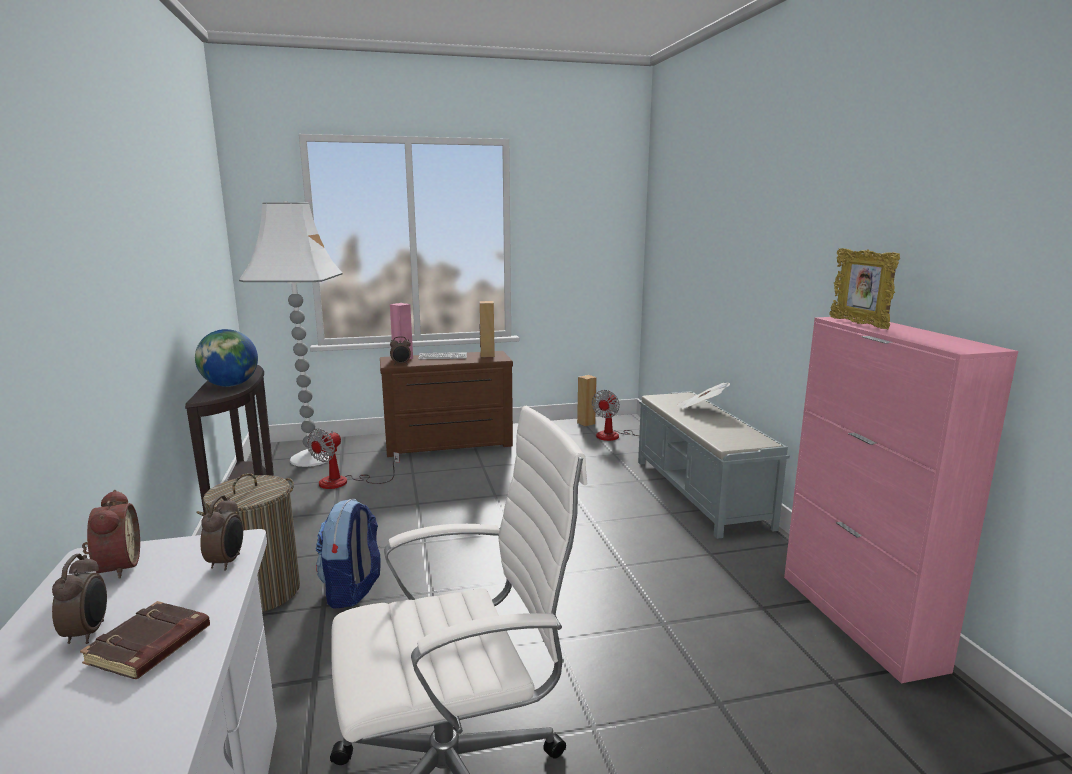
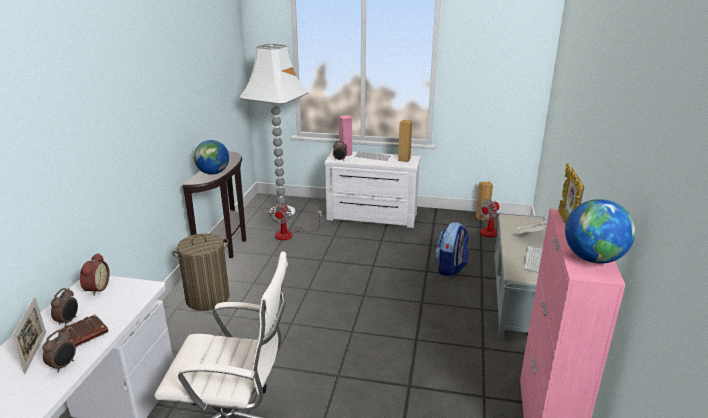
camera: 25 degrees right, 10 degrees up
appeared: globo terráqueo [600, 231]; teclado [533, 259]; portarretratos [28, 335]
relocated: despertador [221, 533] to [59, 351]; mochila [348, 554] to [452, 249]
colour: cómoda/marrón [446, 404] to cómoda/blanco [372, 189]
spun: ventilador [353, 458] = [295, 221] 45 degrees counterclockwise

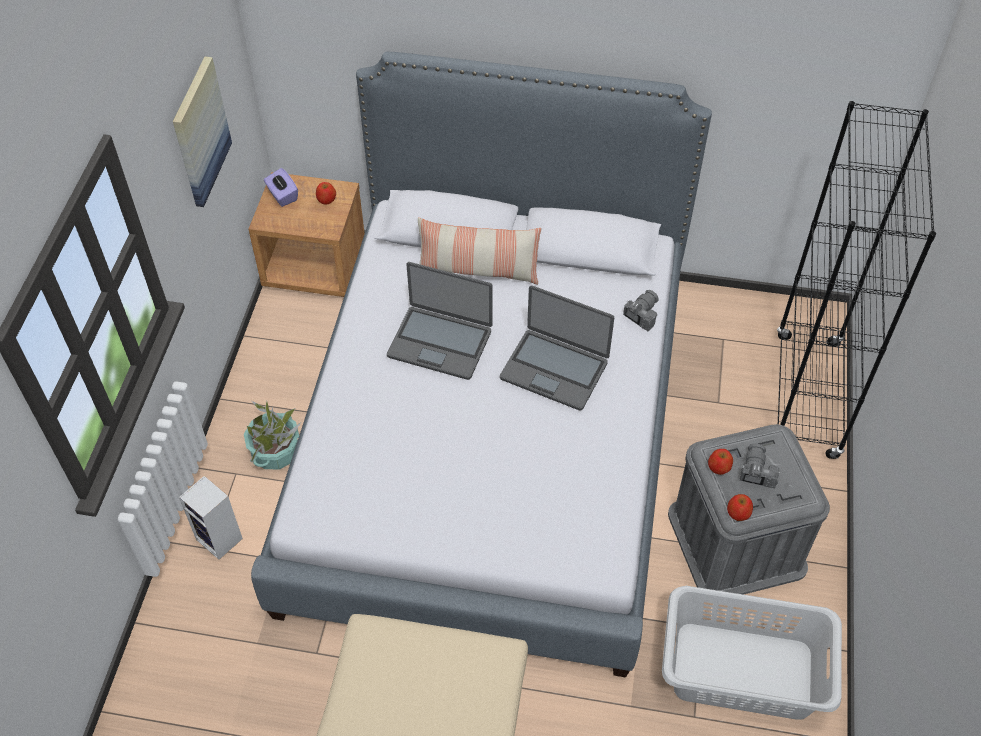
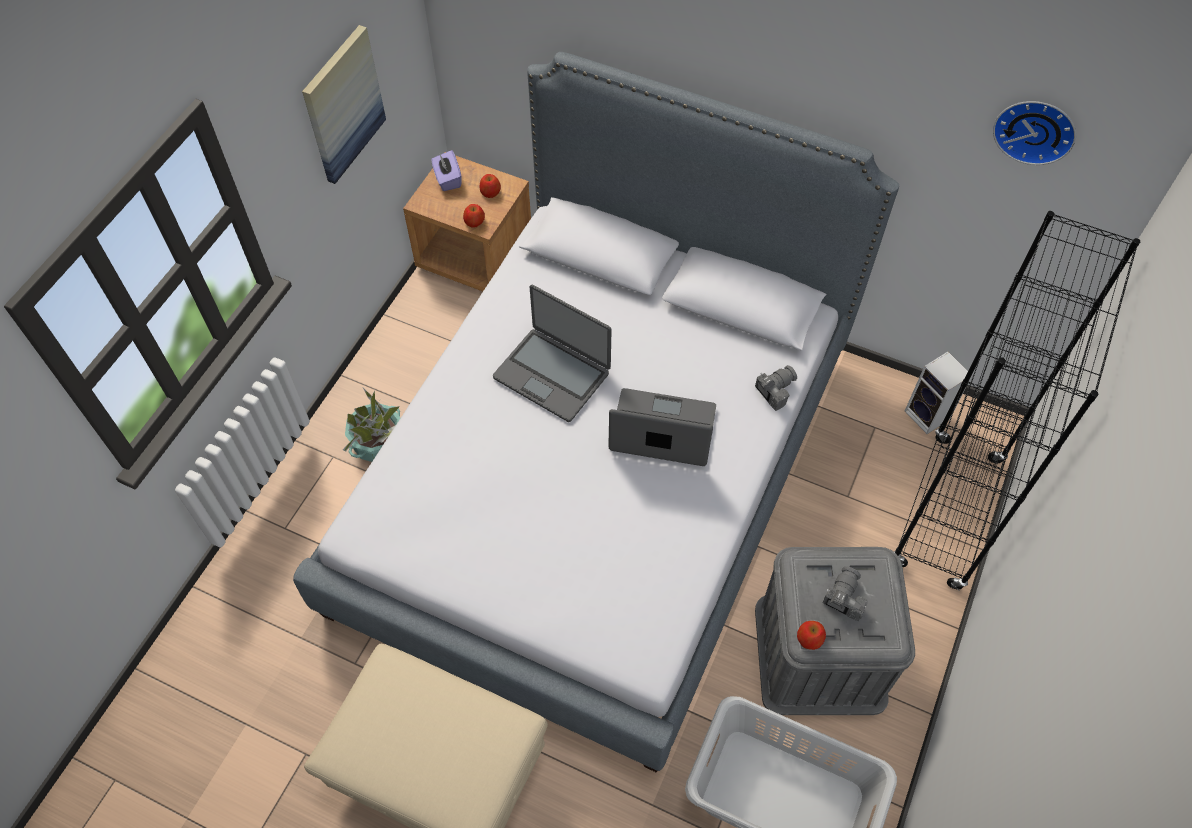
camera: 15 degrees right, 5 degrees up
missing: cojín [480, 251]
appeared: reloj de pared [1034, 133]
relocated: manzana [720, 462] to [474, 216]; altavoz [211, 518] to [938, 393]
spun: portátil [557, 348] = [662, 427] 150 degrees clockwise

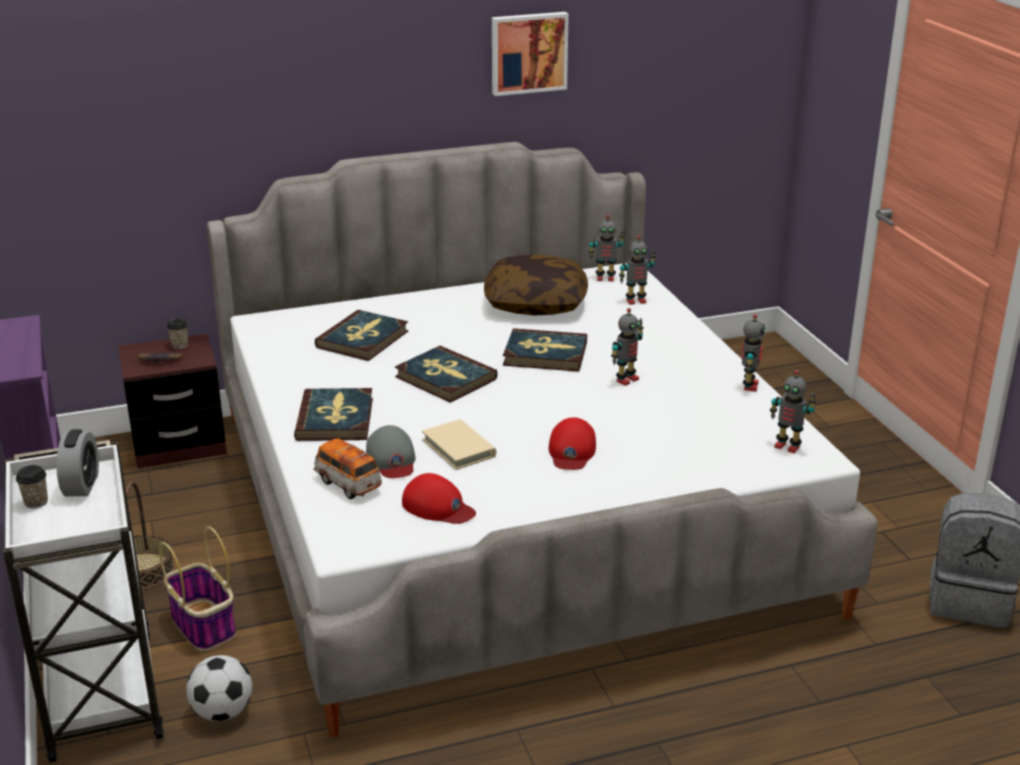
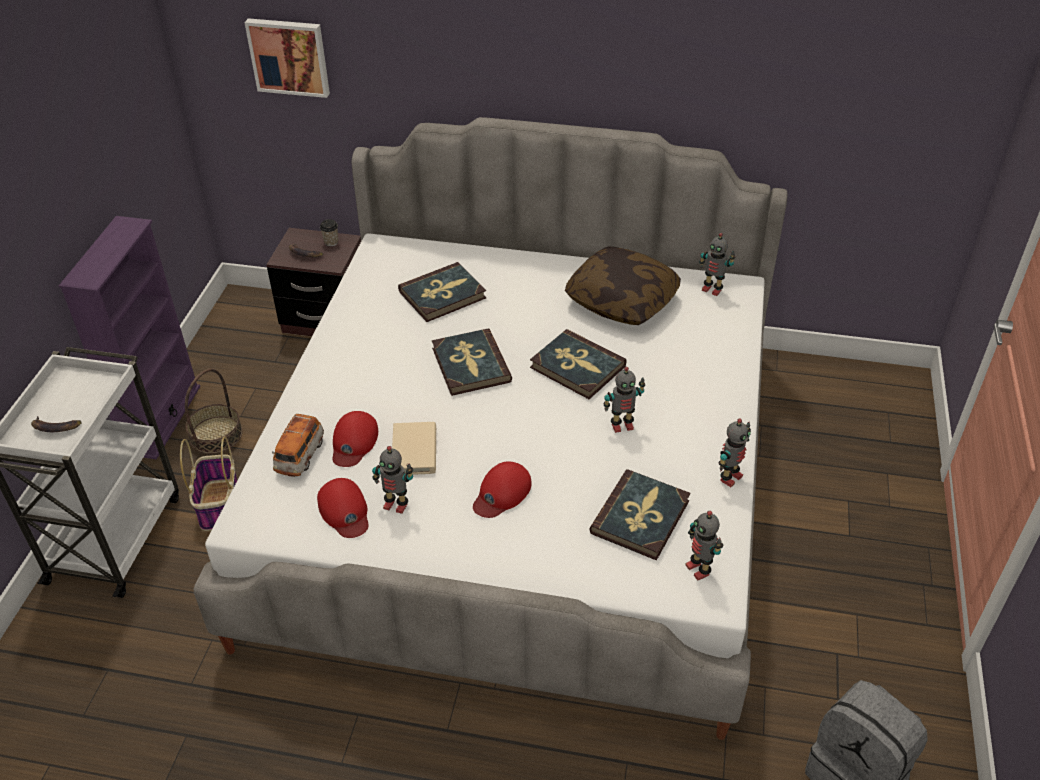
camera: 30 degrees right, 15 degrees up
missing: despertador [78, 462]; taza [32, 486]; balón de fútbol [219, 688]
appeared: plátano [56, 424]
relocated: cuadro [530, 54] to [287, 58]; robot de juguete [637, 270] to [392, 480]; libro [333, 414] to [639, 514]
colour: gorra/gris [390, 451] to gorra/rojo [355, 439]
spun: coche de juguete [348, 468] = [298, 445] 150 degrees counterclockwise

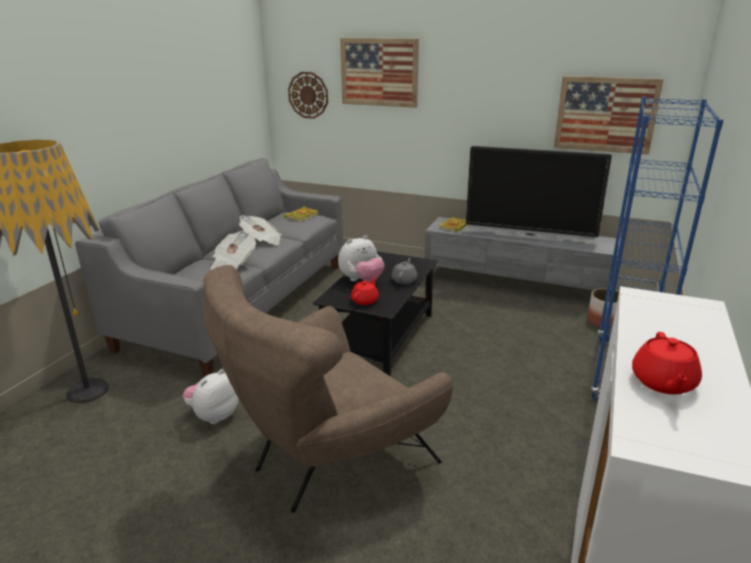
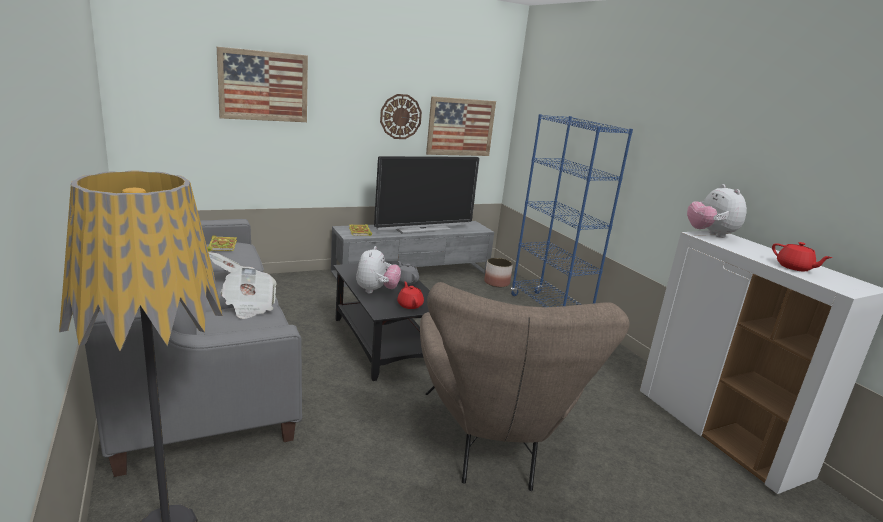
camera: 50 degrees left, 5 degrees down
relocated: reloj de pared [308, 95] to [401, 116]; peluche [210, 396] to [717, 211]

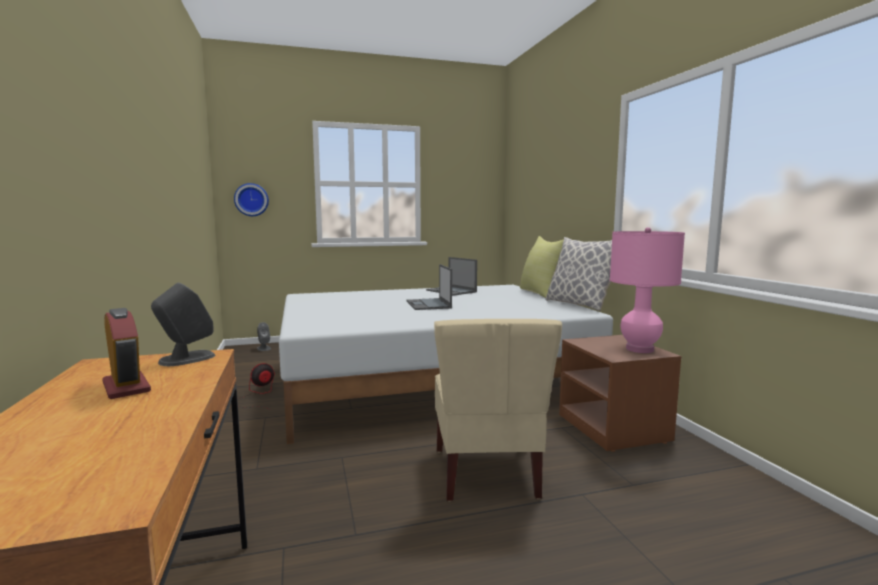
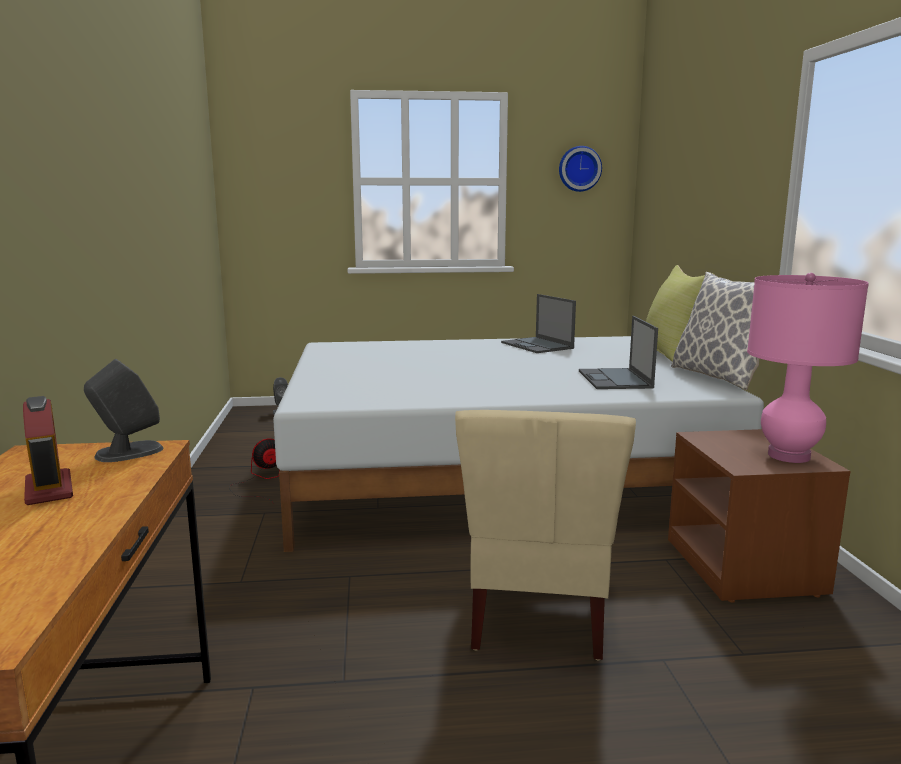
camera: 10 degrees right, 5 degrees up
relocated: reloj de pared [251, 199] to [580, 169]; portátil [429, 287] to [618, 352]

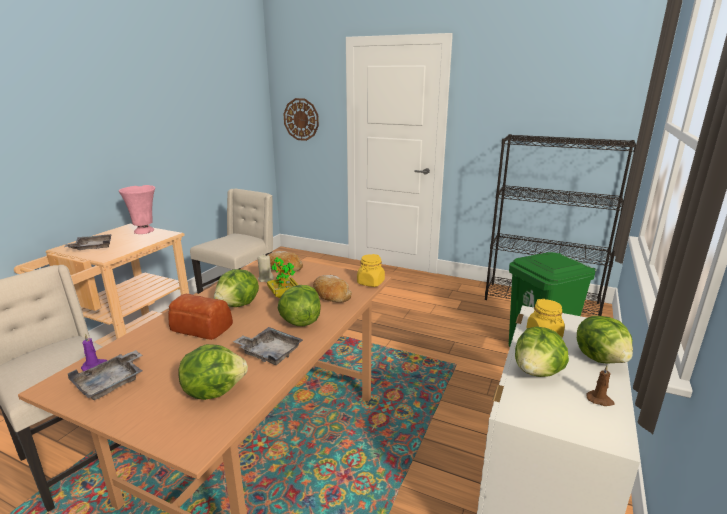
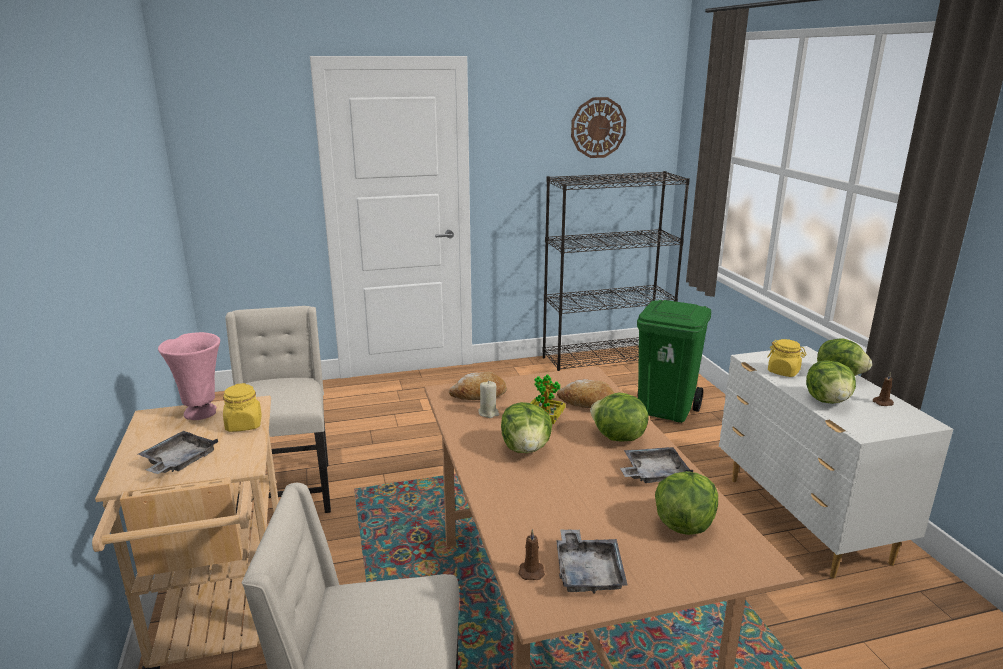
camera: 40 degrees left, 0 degrees up
missing: pan [200, 317]
relocated: reloj de pared [301, 119] to [598, 127]; tarro/amarillo [371, 270] to [242, 407]
colour: vela/morado [94, 352] to vela/marrón [531, 554]

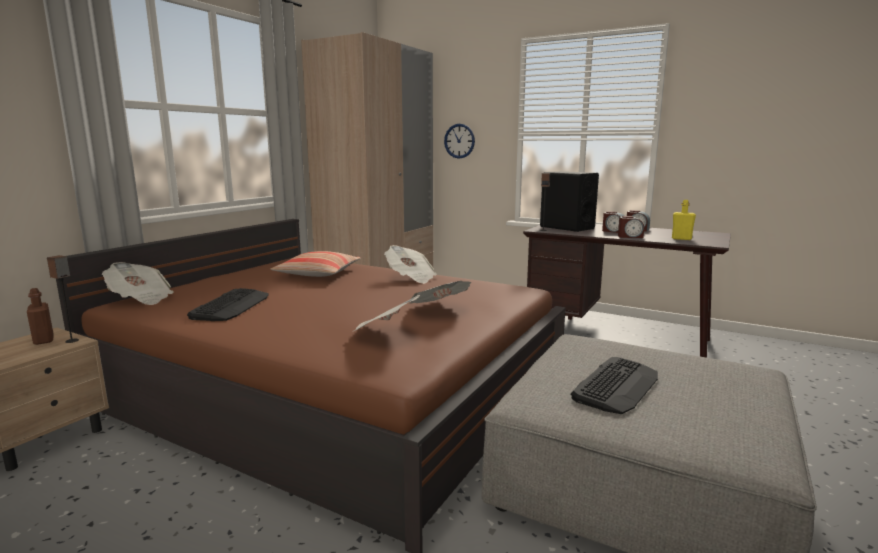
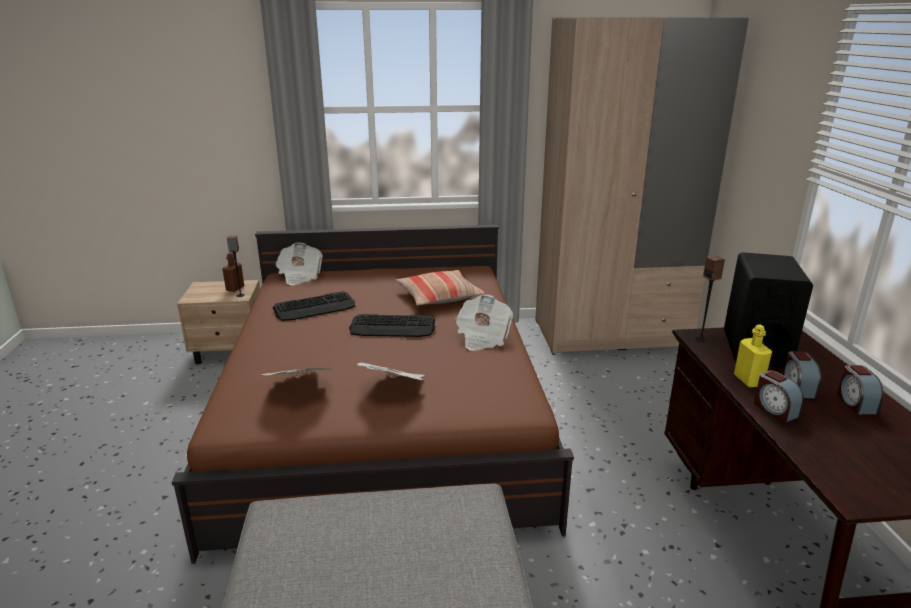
camera: 55 degrees right, 10 degrees up
missing: reloj de pared [459, 141]
relocated: botella/amarillo [684, 220] to [753, 356]; teclado [614, 385] to [392, 325]

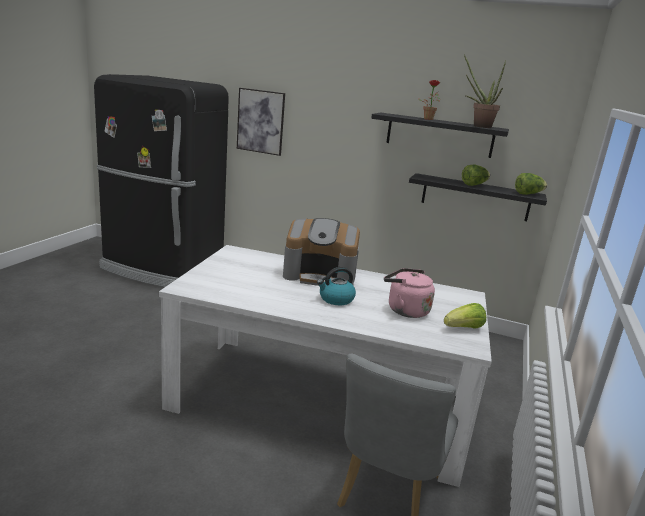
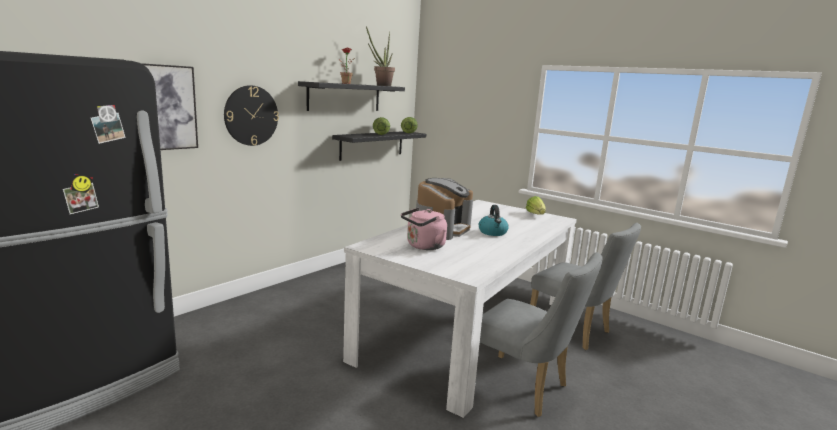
camera: 70 degrees left, 5 degrees down
appeared: reloj de pared [251, 115]; silla/gris [541, 334]
relocated: hervidor/rosa [409, 293] to [424, 228]

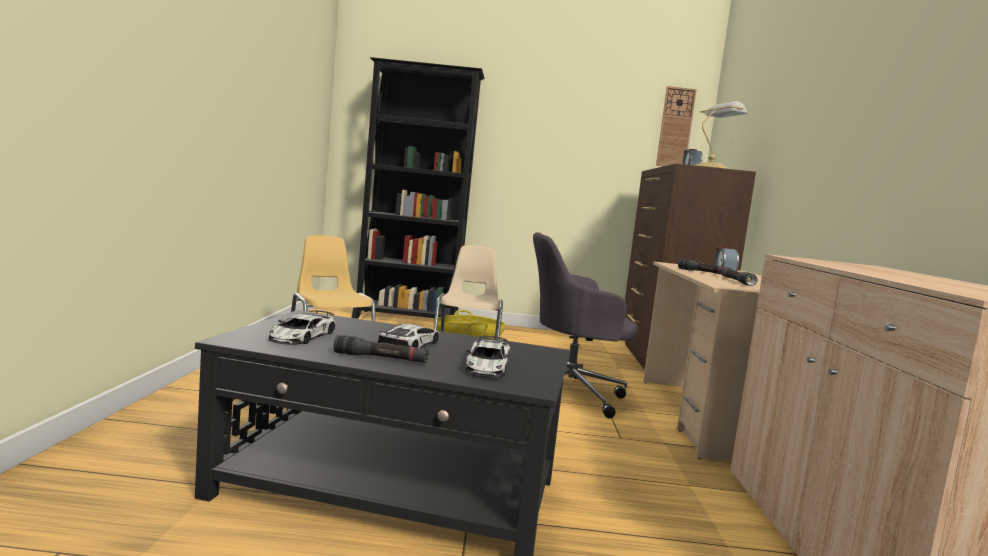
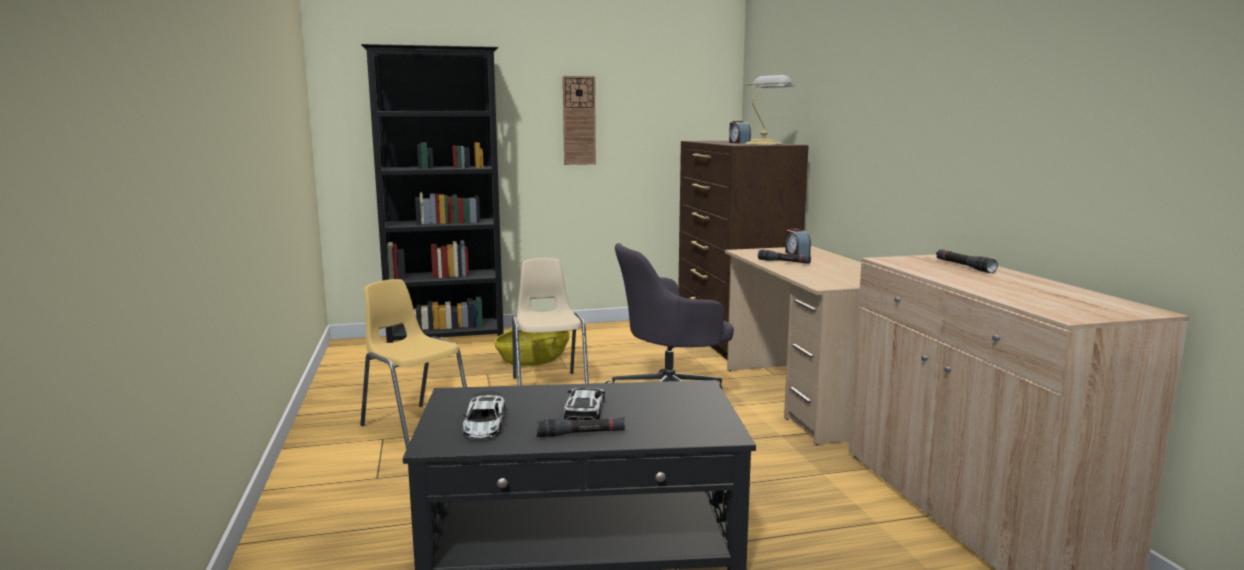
camera: 15 degrees left, 5 degrees up
missing: coche de juguete [487, 356]
relocated: reloj de pared [676, 126] to [579, 120]; linterna/negro [739, 277] to [967, 261]

